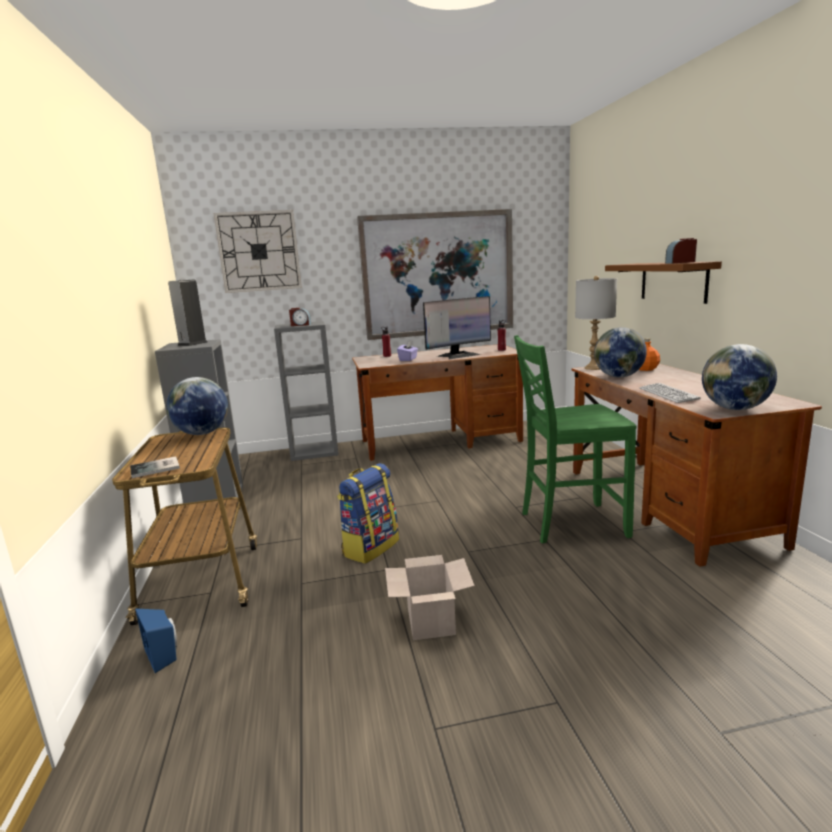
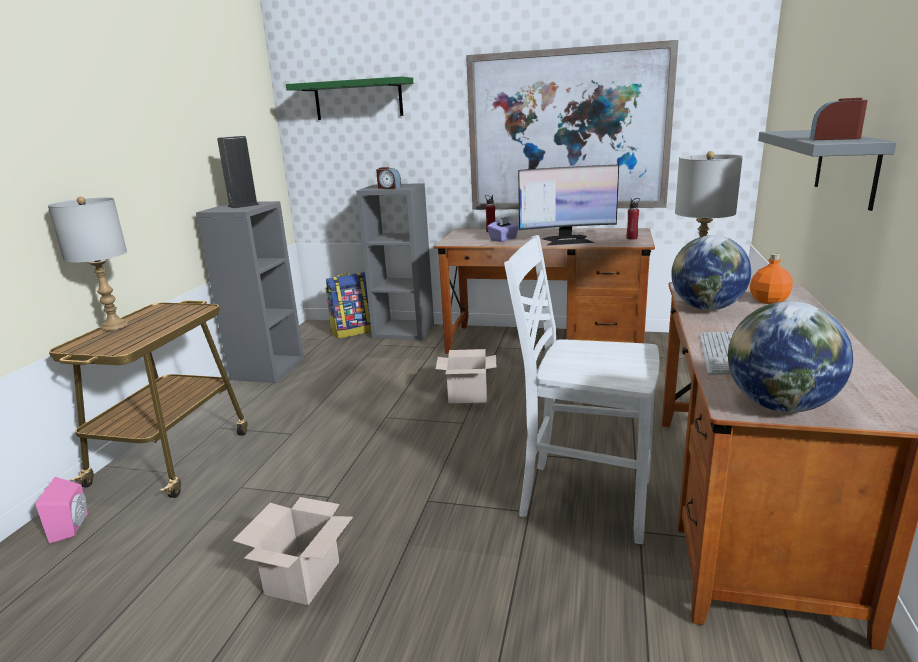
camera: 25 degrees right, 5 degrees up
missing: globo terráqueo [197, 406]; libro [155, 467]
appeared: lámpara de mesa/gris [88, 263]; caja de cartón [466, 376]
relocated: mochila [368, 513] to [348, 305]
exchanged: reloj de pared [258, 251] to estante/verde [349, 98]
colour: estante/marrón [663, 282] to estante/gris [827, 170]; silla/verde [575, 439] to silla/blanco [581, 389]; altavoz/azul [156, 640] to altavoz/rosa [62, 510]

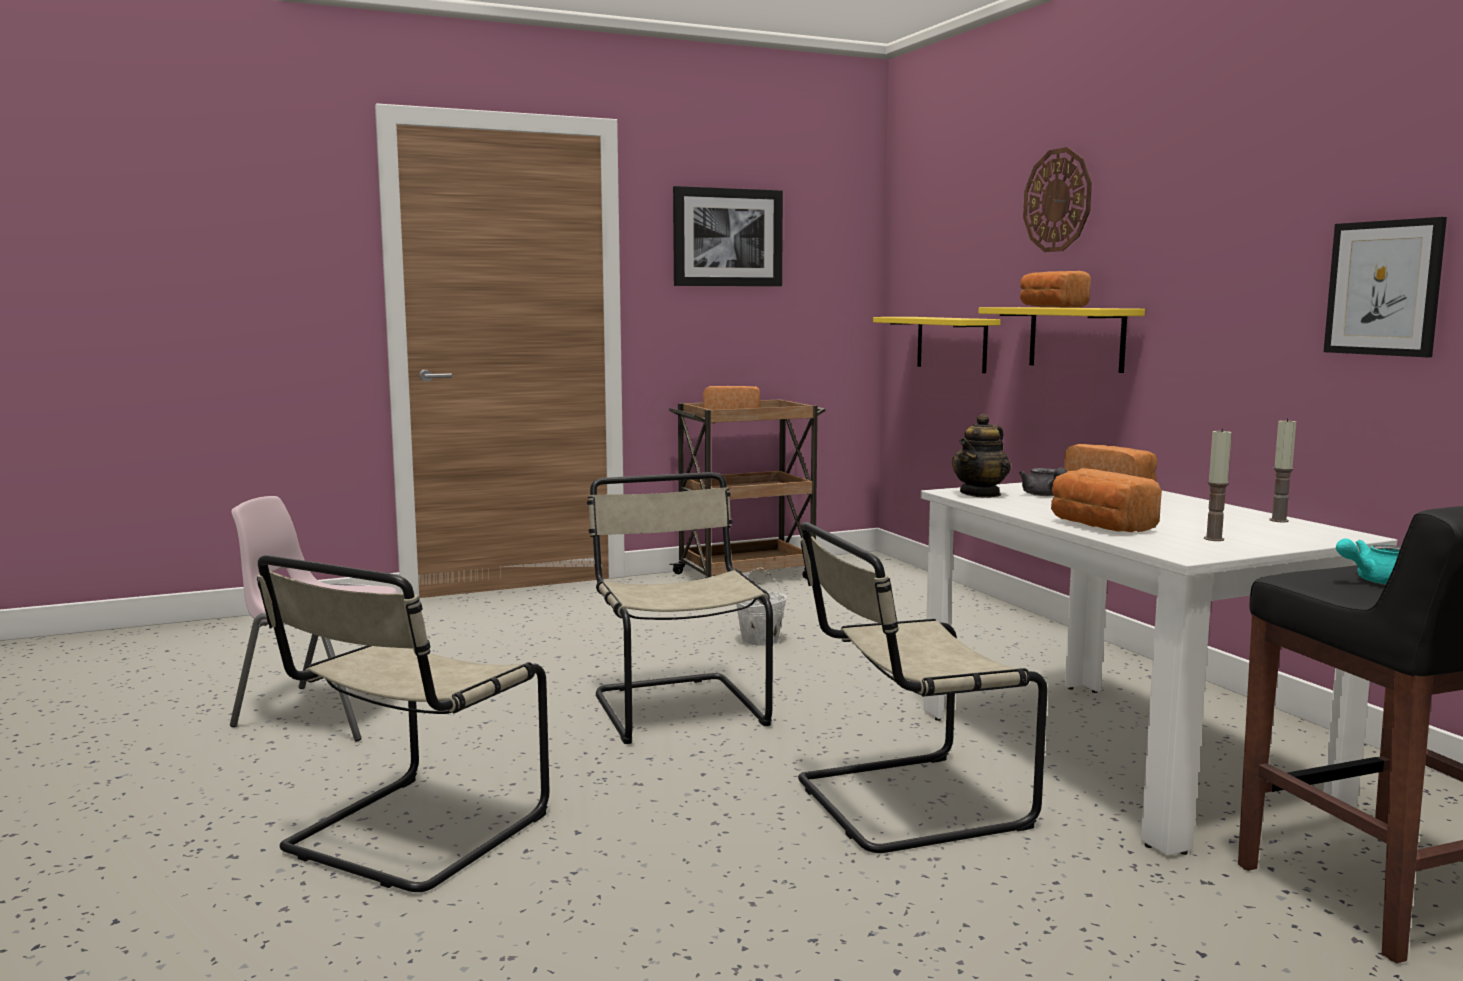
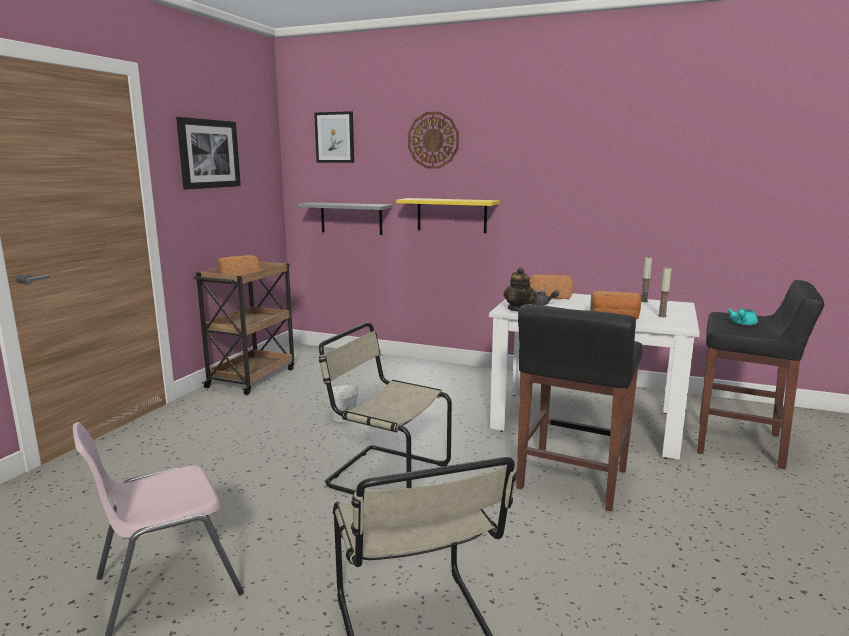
camera: 45 degrees left, 5 degrees up
missing: pan [1055, 289]
relocated: cuadro [1385, 287] to [334, 137]
exchanged: silla/beis [923, 687] to taburete/negro [579, 407]
colour: estante/amarillo [937, 345] to estante/gris [345, 218]

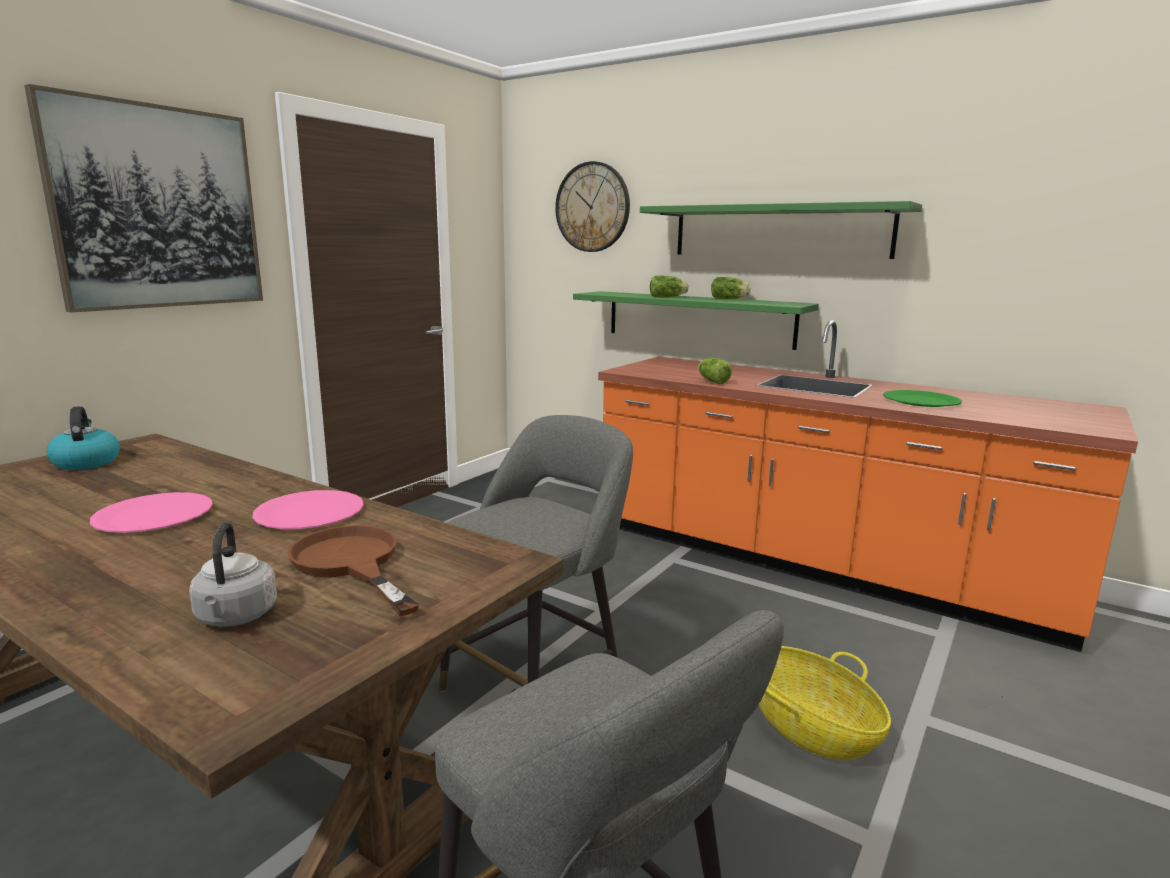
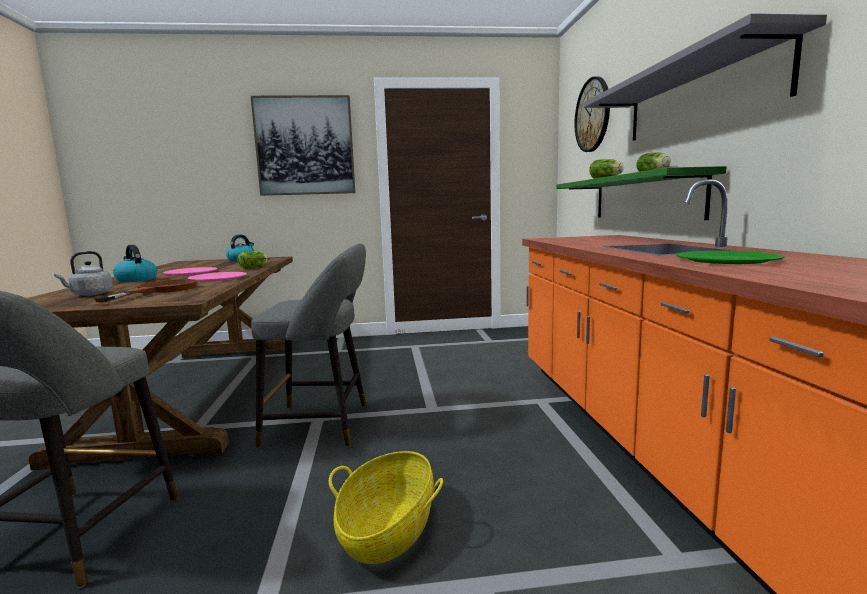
camera: 50 degrees right, 5 degrees down
appeared: hervidor [135, 263]
relocated: lechuga [715, 371] to [252, 260]
colour: estante/verde [781, 230] to estante/gris [705, 77]

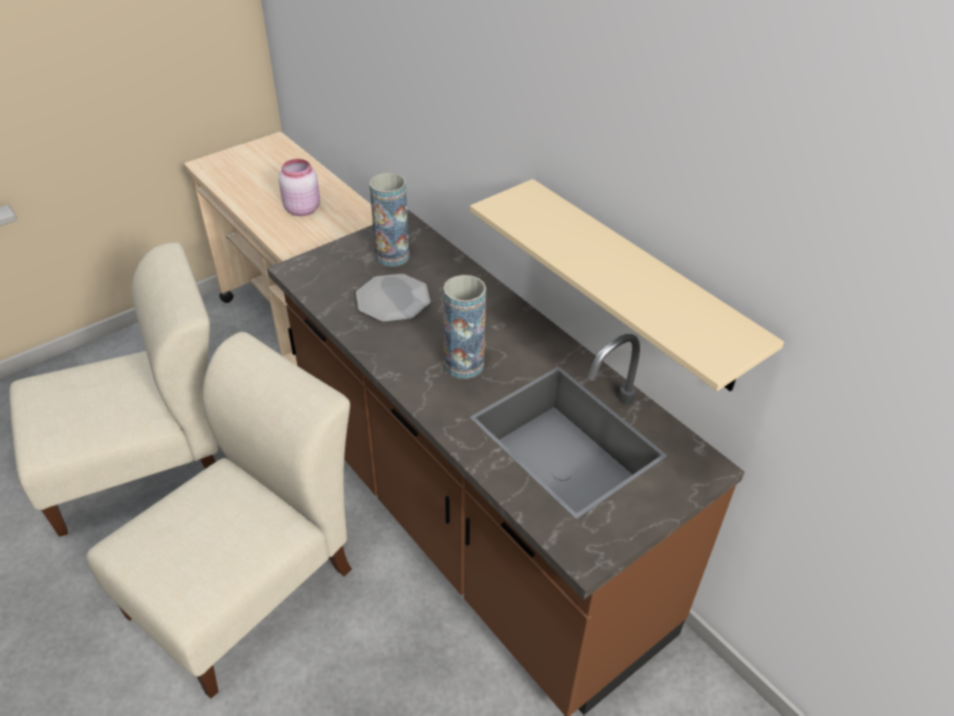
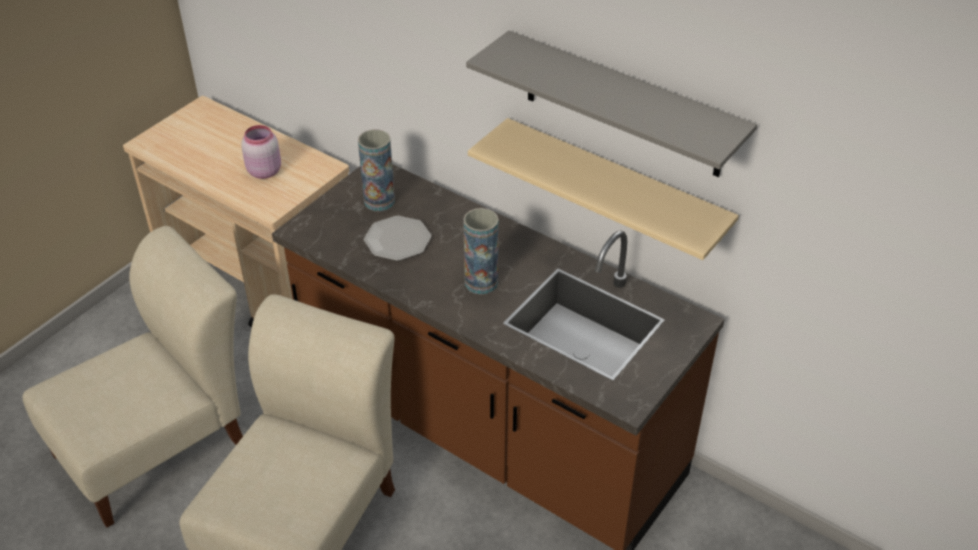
camera: 15 degrees left, 0 degrees up
appeared: estante/gris [611, 103]

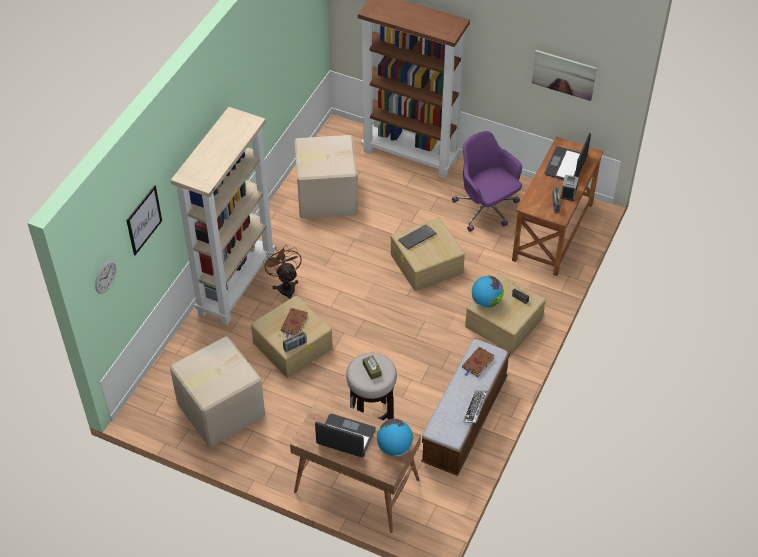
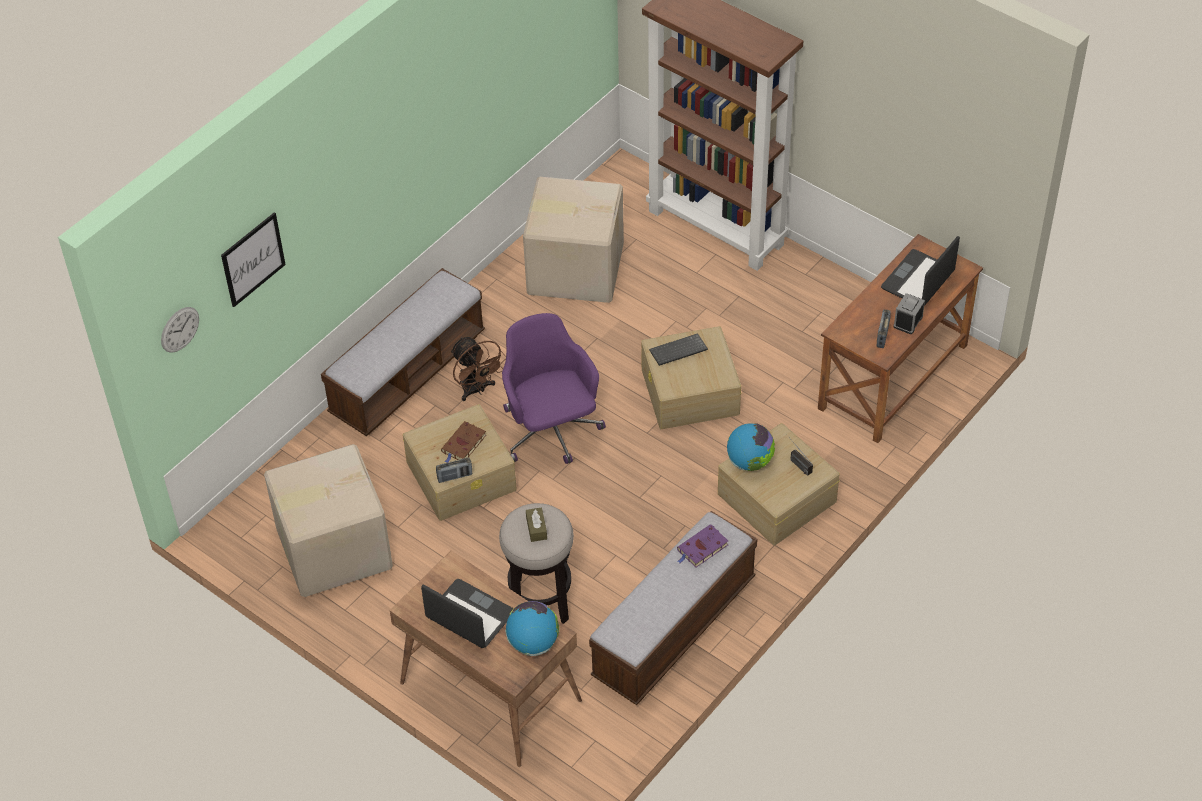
camera: 15 degrees right, 0 degrees up
missing: cuadro [564, 75]; teclado [475, 406]
relocated: silla de oficina/morado [487, 181] to [554, 388]
exchanged: estantería/beis [223, 216] to banco [403, 352]
colour: libro/marrón [478, 362] to libro/morado [702, 546]
spun: ventilador/marrón [282, 271] = [478, 368] 150 degrees clockwise

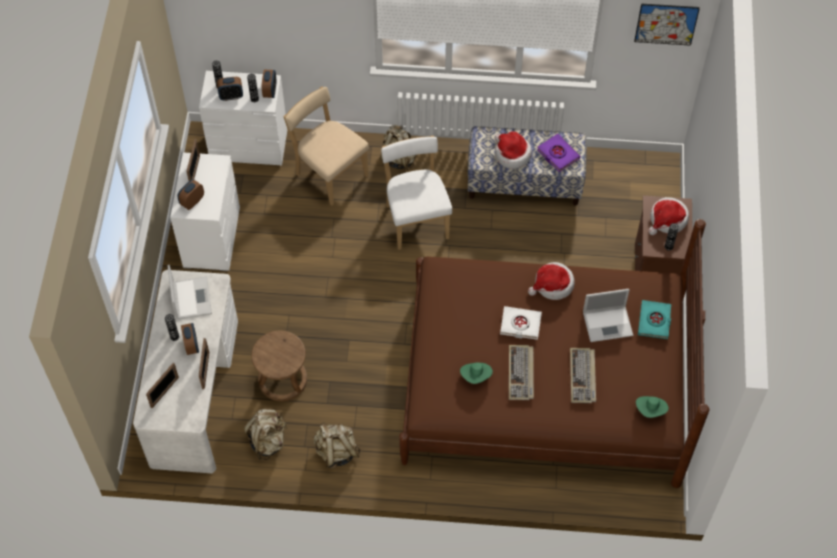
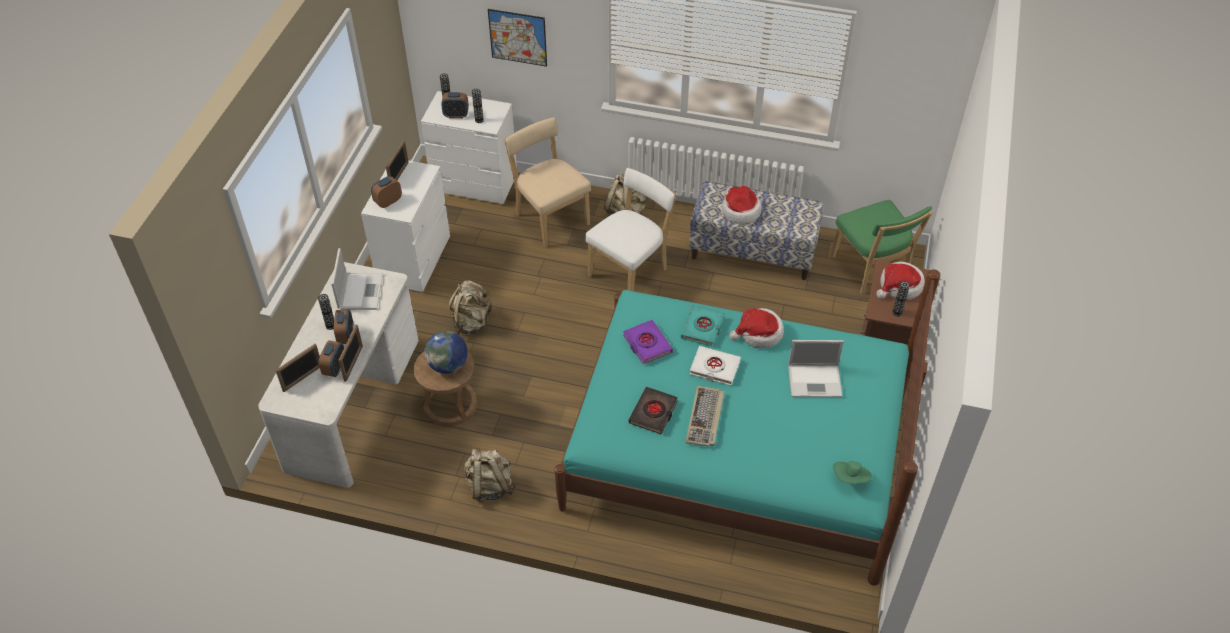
camera: 10 degrees right, 10 degrees down
missing: teclado [583, 375]
appeared: silla/verde [882, 247]; globo terráqueo [446, 352]
relocated: cuadro [667, 25] to [517, 38]; despertador [269, 84] to [331, 358]; libro/morado [558, 153] to [648, 342]; libro/turquesa [654, 319] to [703, 326]; mochila/beis [265, 434] to [470, 308]
exchanged: sombrero/verde [476, 373] to libro/negro [653, 410]
colour: cama/marrón [554, 353] to cama/turquesa [747, 427]
spun: silla/blanco [416, 193] = [630, 229] 45 degrees clockwise

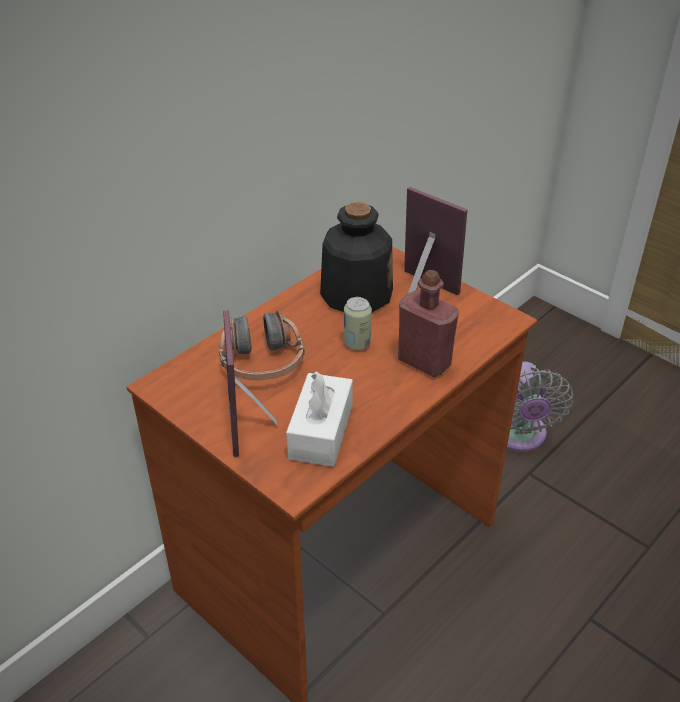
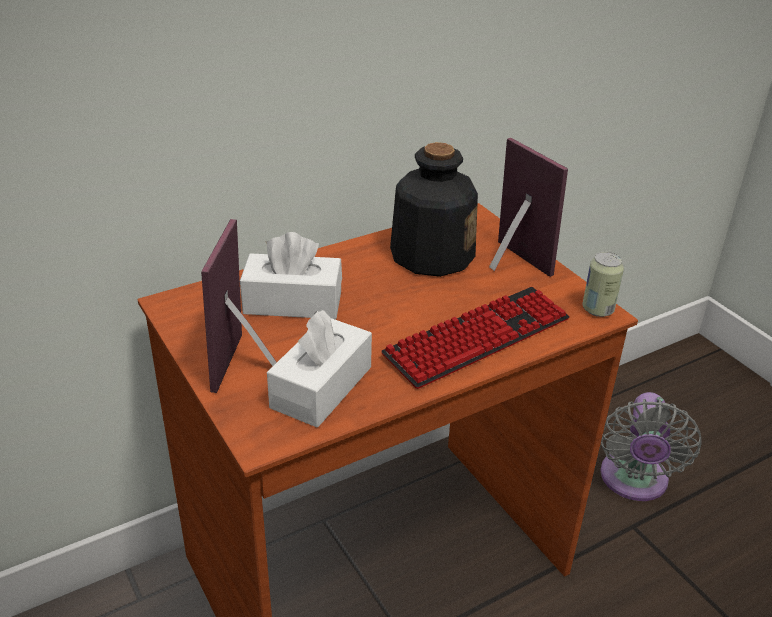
camera: 15 degrees right, 5 degrees down
relocated: lata [358, 323] to [603, 284]
exchanged: botella/rojo [428, 323] to teclado [475, 338]; auriculares [262, 345] to caja de pañuelos/blanco [291, 275]

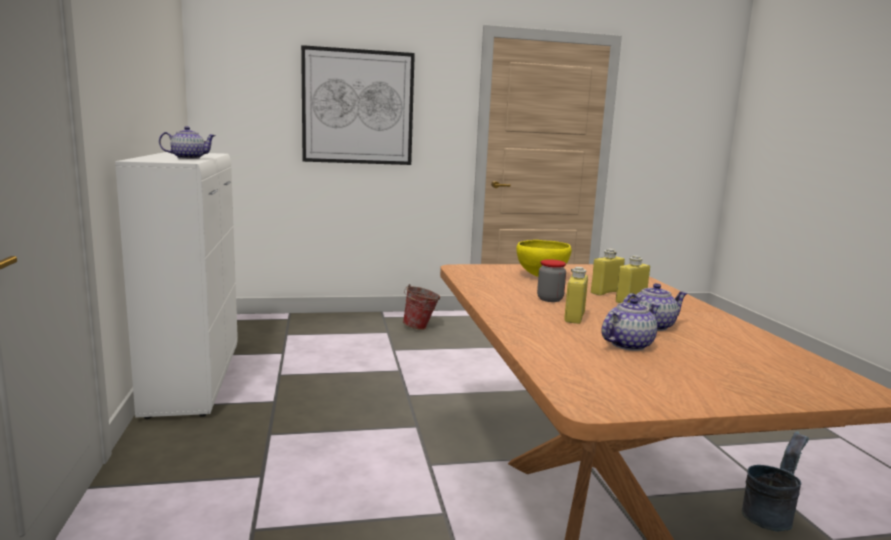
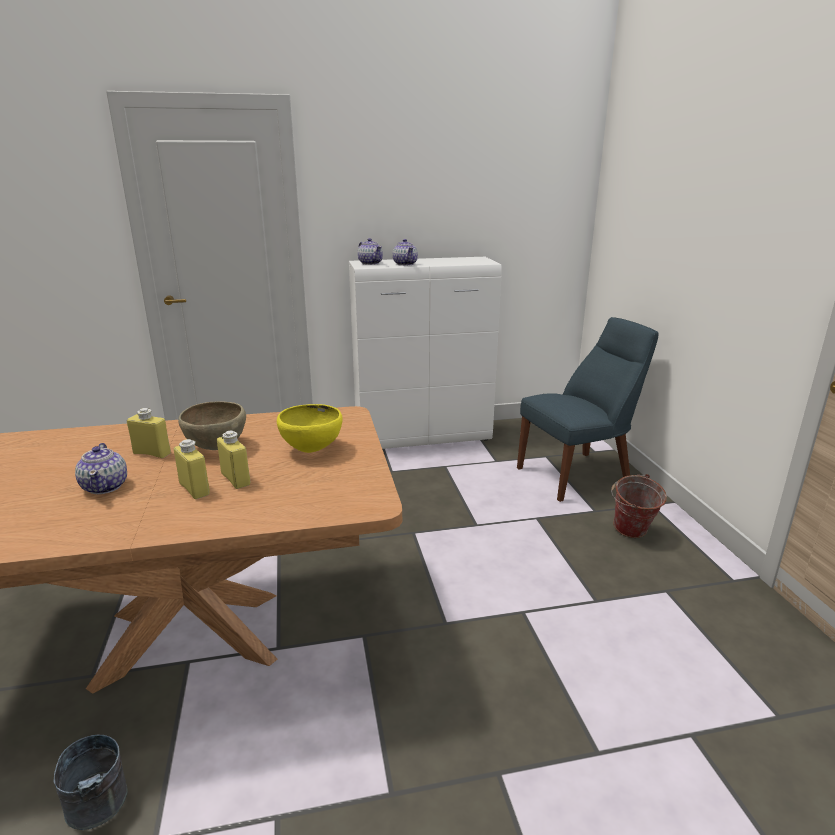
camera: 90 degrees right, 10 degrees up
missing: cuadro [358, 105]
appeared: silla/azul [588, 409]
relocated: tetera [630, 324] to [370, 251]
exchanged: tarro [551, 280] to cuenco/marrón [212, 425]

